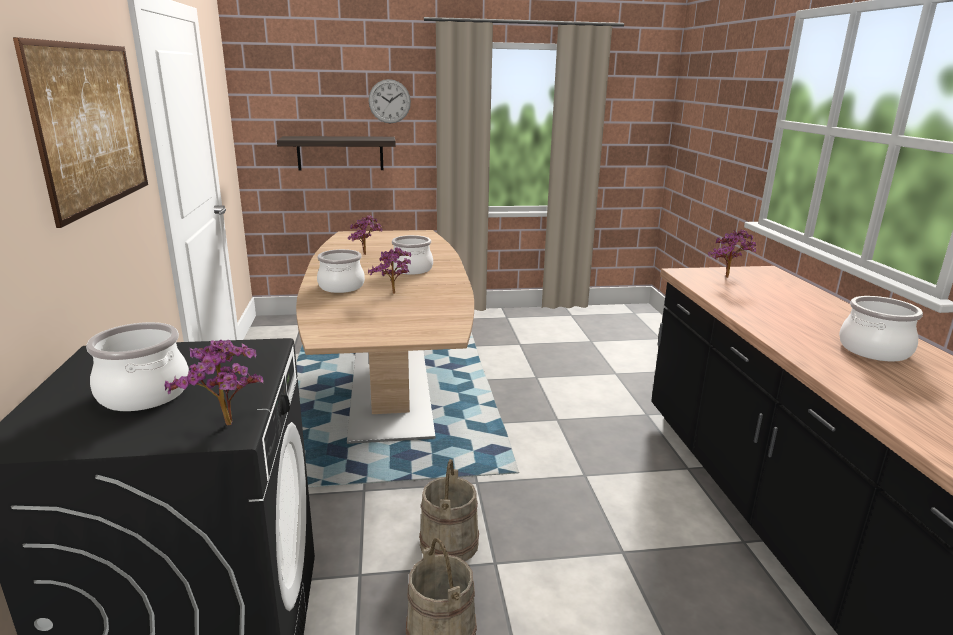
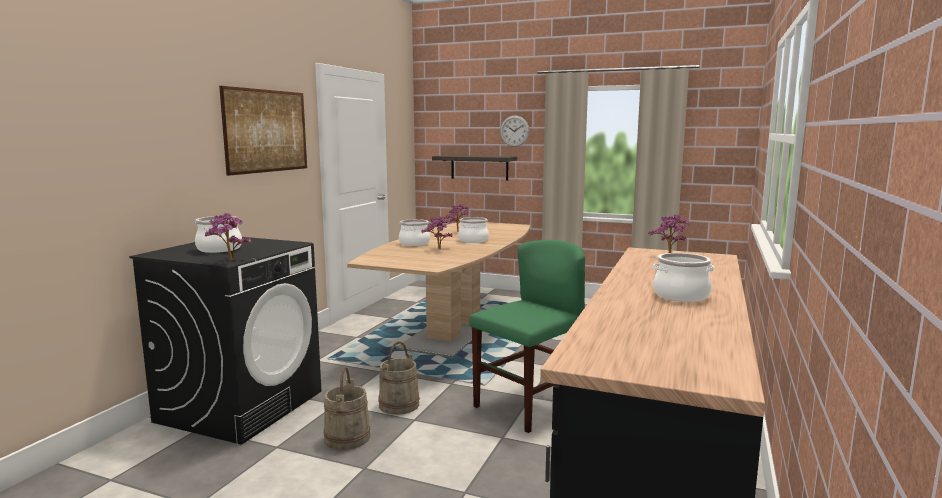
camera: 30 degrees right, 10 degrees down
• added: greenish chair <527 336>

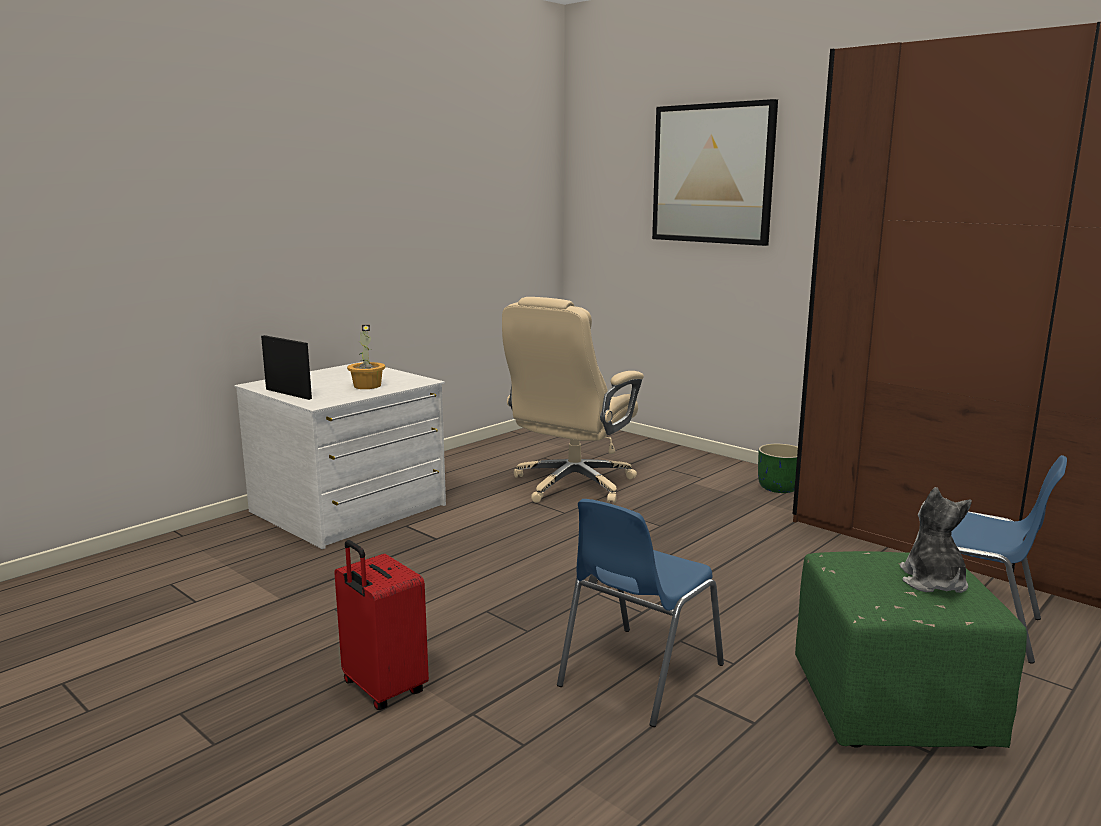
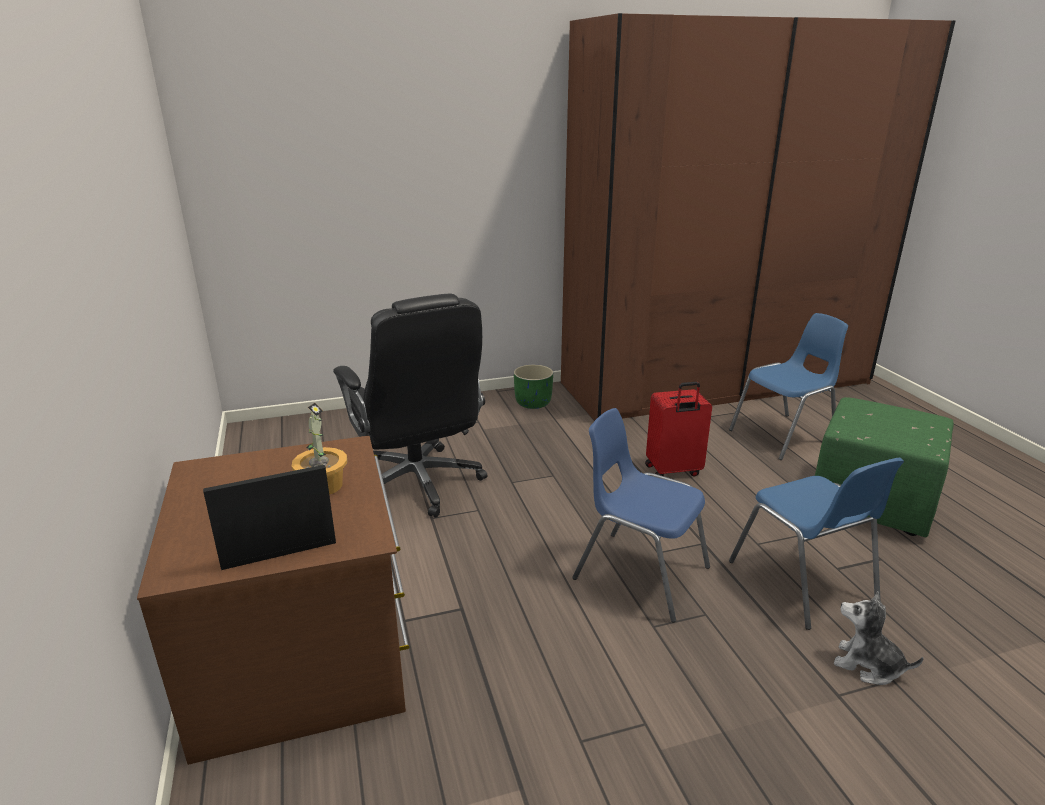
camera: 60 degrees left, 10 degrees up
• recoloured: white dresser <340 455> to brown dresser <273 600>
• moved: red piece of luggage <381 625> to <678 429>
• recoloured: beige-coloured computer chair <573 400> to black computer chair <410 406>
• removed: picture <715 172>
• moved: soft toy <936 540> to <879 638>
• added: blue chair <641 515>

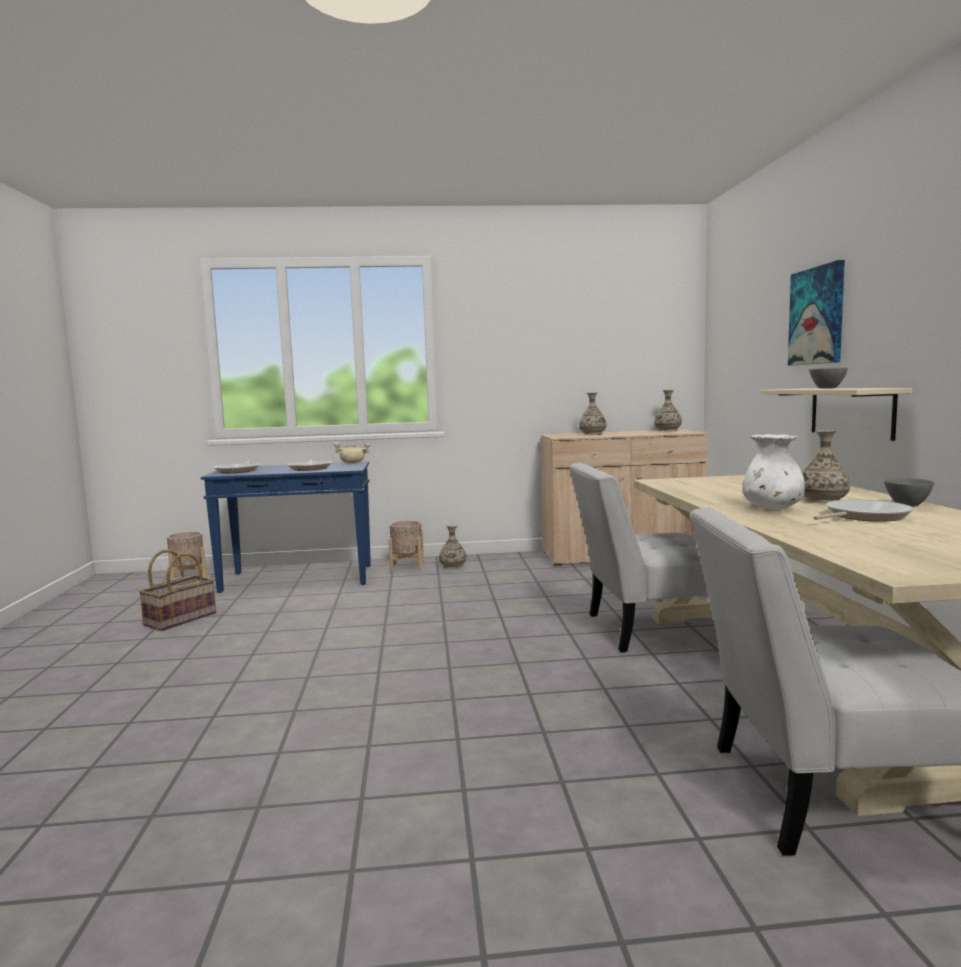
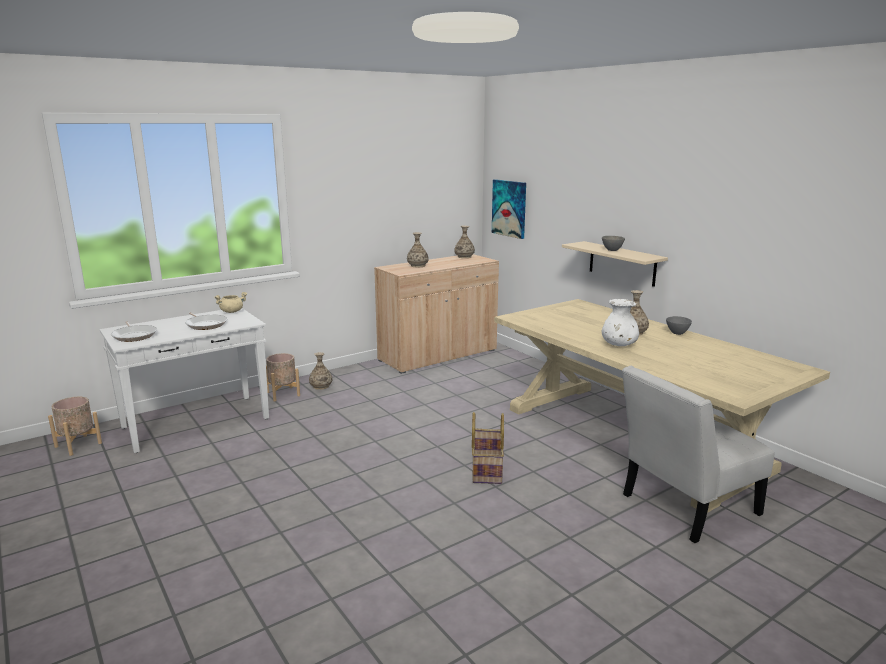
camera: 30 degrees left, 10 degrees up
• moved: basket <177 590> to <488 448>
• recoloured: blue hall table <286 527> to white hall table <184 380>
• removed: white chair <638 557>
• moved: picture <816 313> to <509 209>
• removed: skillet <863 511>

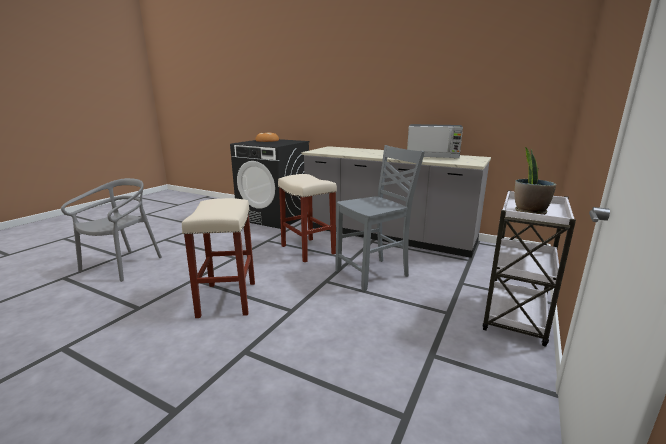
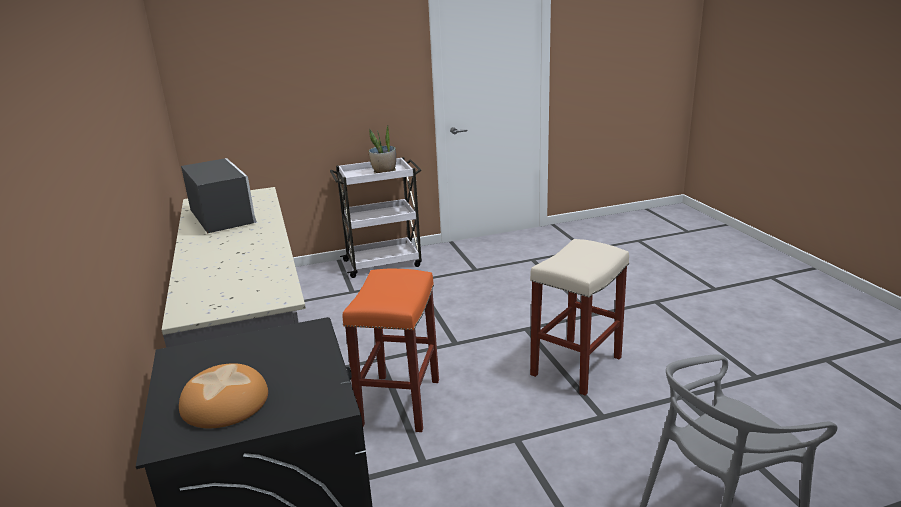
camera: 135 degrees left, 5 degrees up
• recoloured: beige-coloured stool seat <307 218> to orange-coloured stool seat <391 350>
• removed: grey chair <380 218>

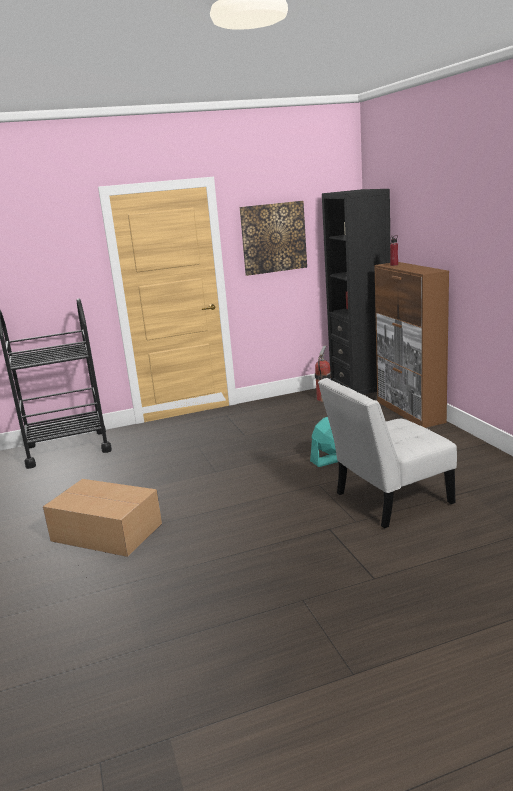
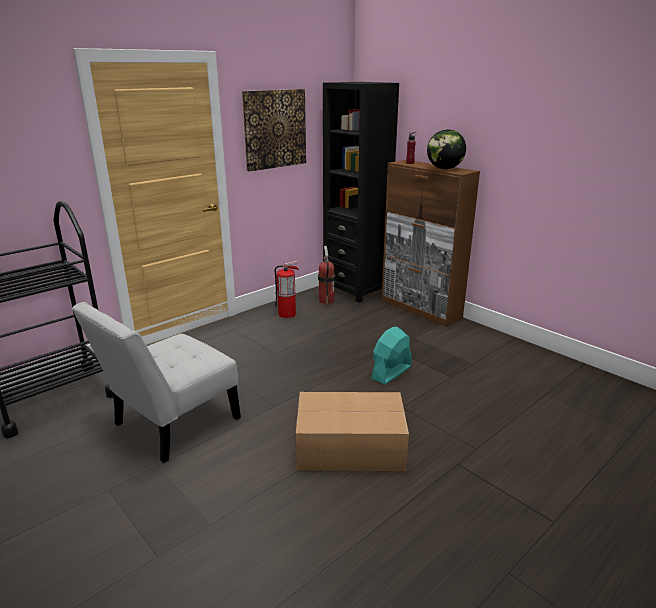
camera: 25 degrees left, 5 degrees up
• moved: packing box <102 518> to <352 431>
• moved: white chair <387 453> to <156 382>
• added: extinguisher <287 289>
• added: desk globe <446 149>

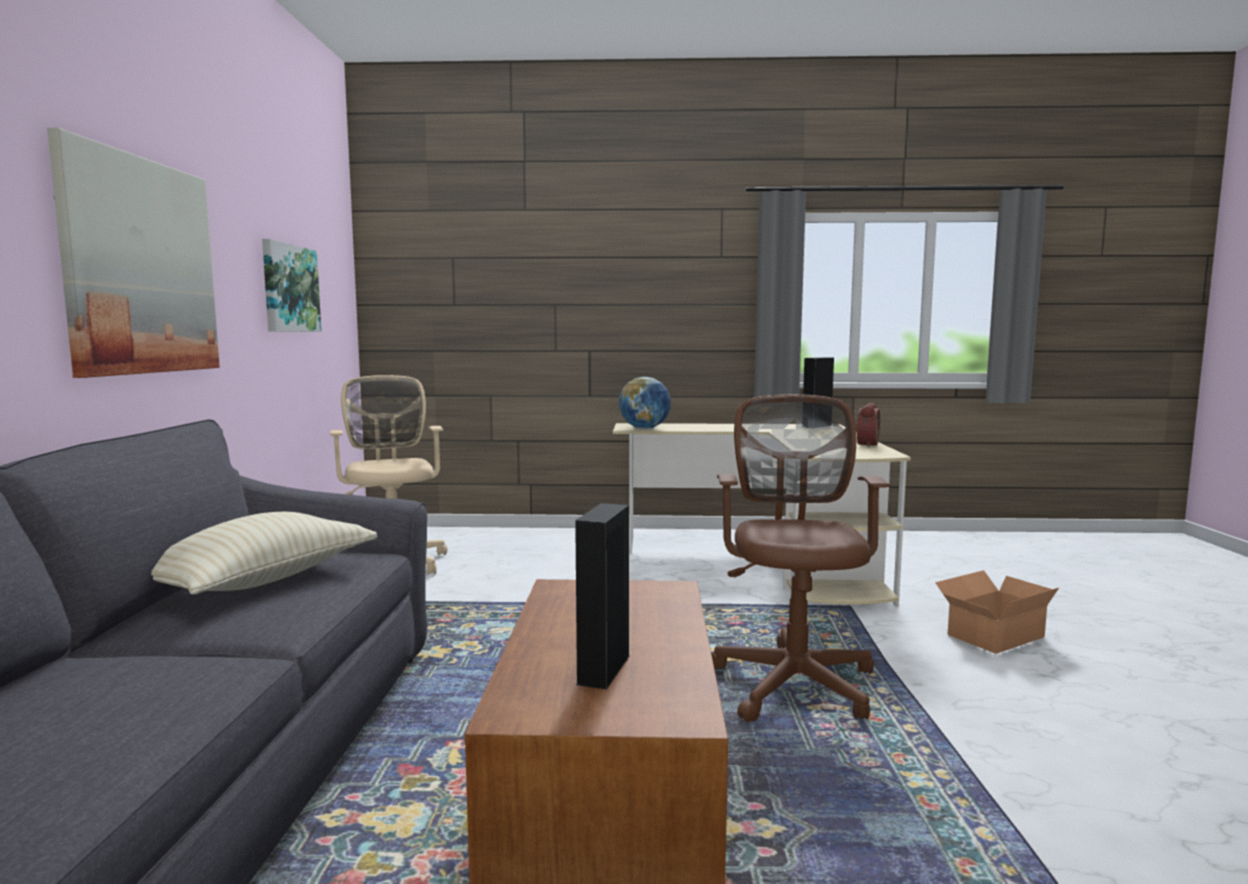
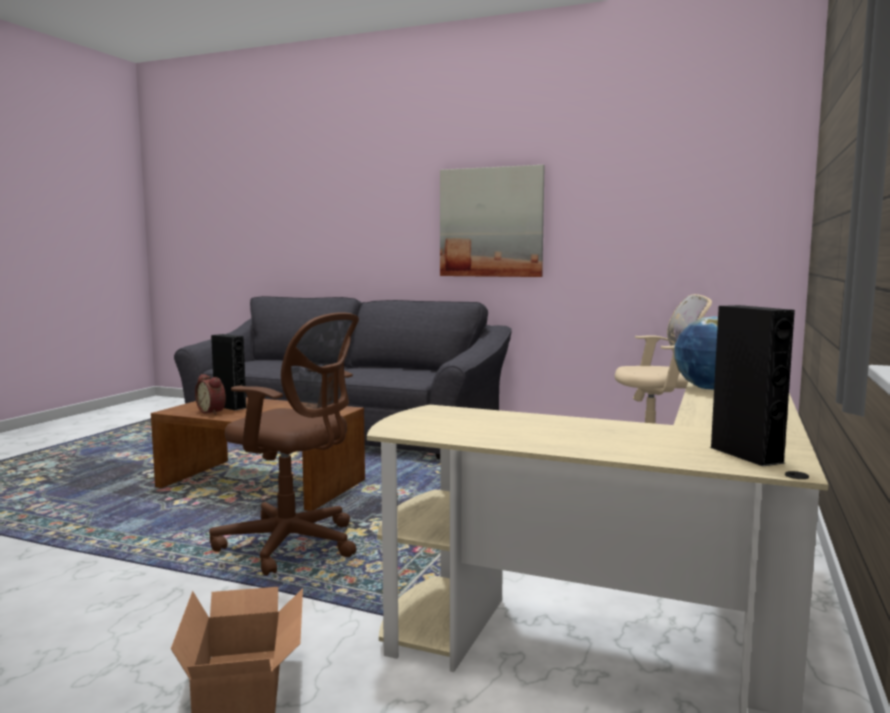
camera: 110 degrees right, 0 degrees up
• removed: beige-coloured throw pillow <264 553>
• removed: picture <291 285>
• moved: table clock <867 425> to <210 394>

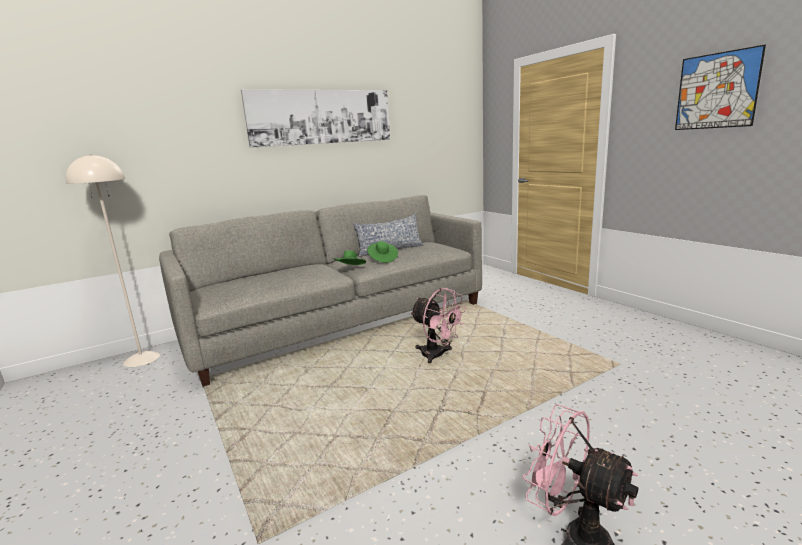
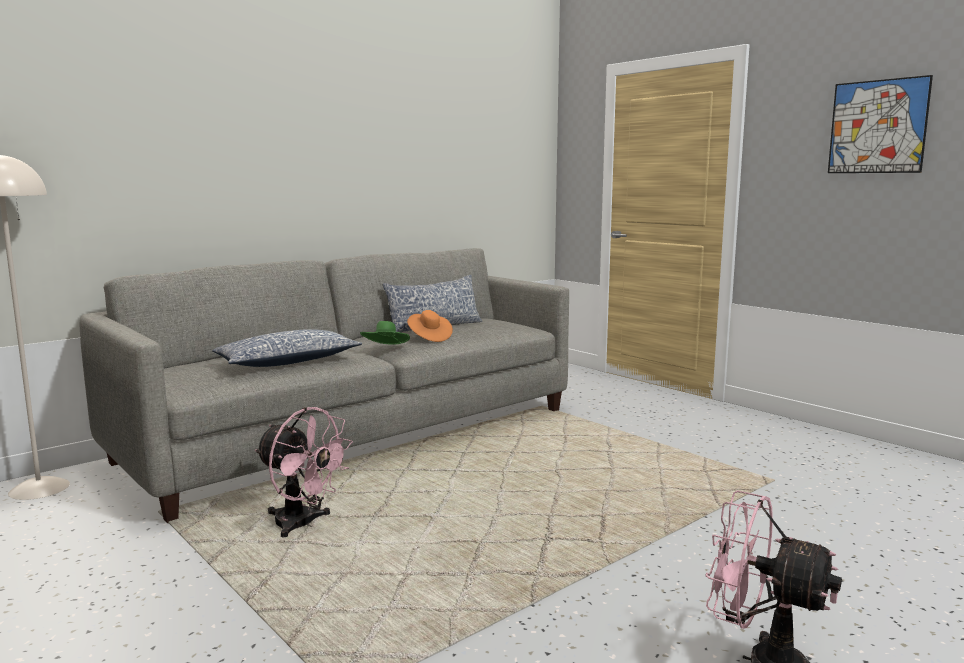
camera: 10 degrees left, 5 degrees down
• removed: picture <315 118>
• recoloured: greenish wearable hat <382 252> to orange-coloured wearable hat <430 326>
• moved: pinkish cooling fan <438 325> to <304 472>
• added: throw pillow <287 348>

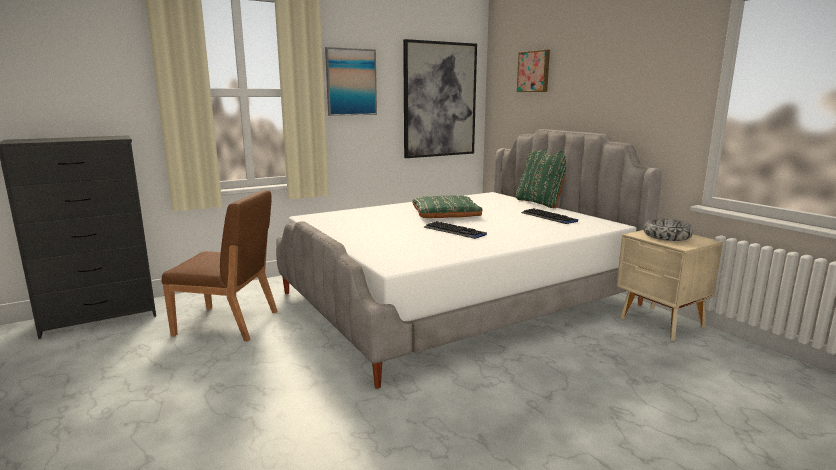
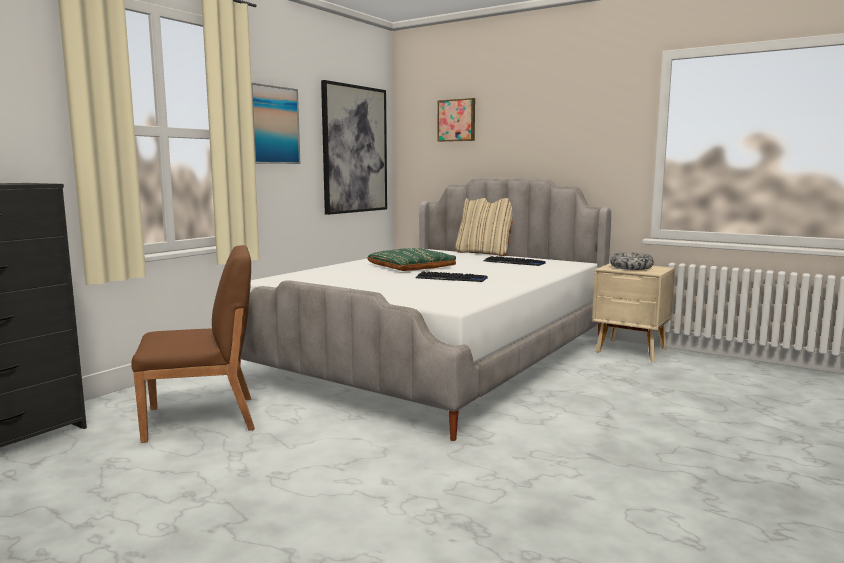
camera: 25 degrees left, 5 degrees down
• recoloured: greenish throw pillow <541 178> to beige-coloured throw pillow <484 227>

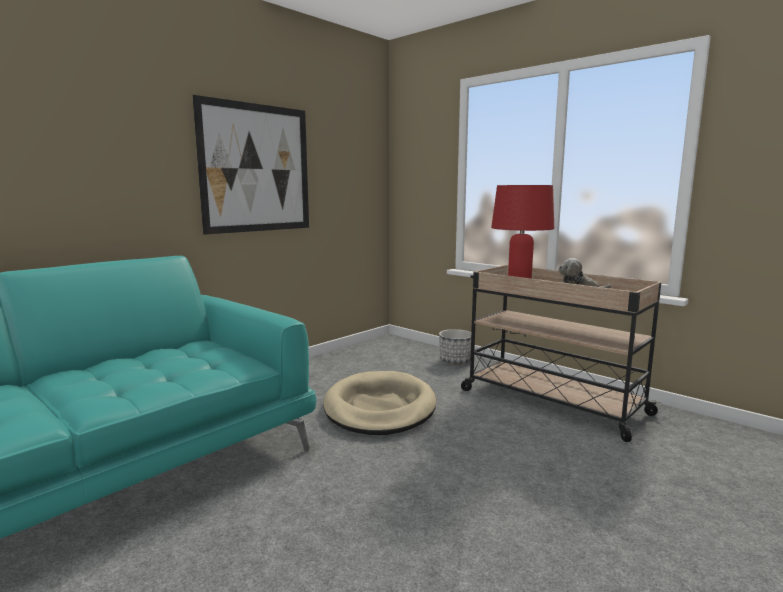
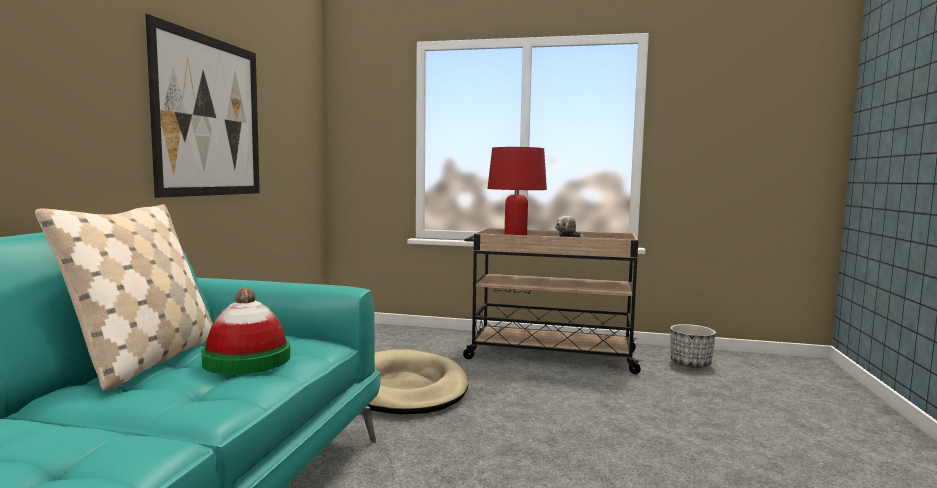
camera: 30 degrees left, 5 degrees down
• moved: plant pot <455 347> to <693 346>
• added: beige-coloured throw pillow <124 297>
• added: wearable hat <245 331>

